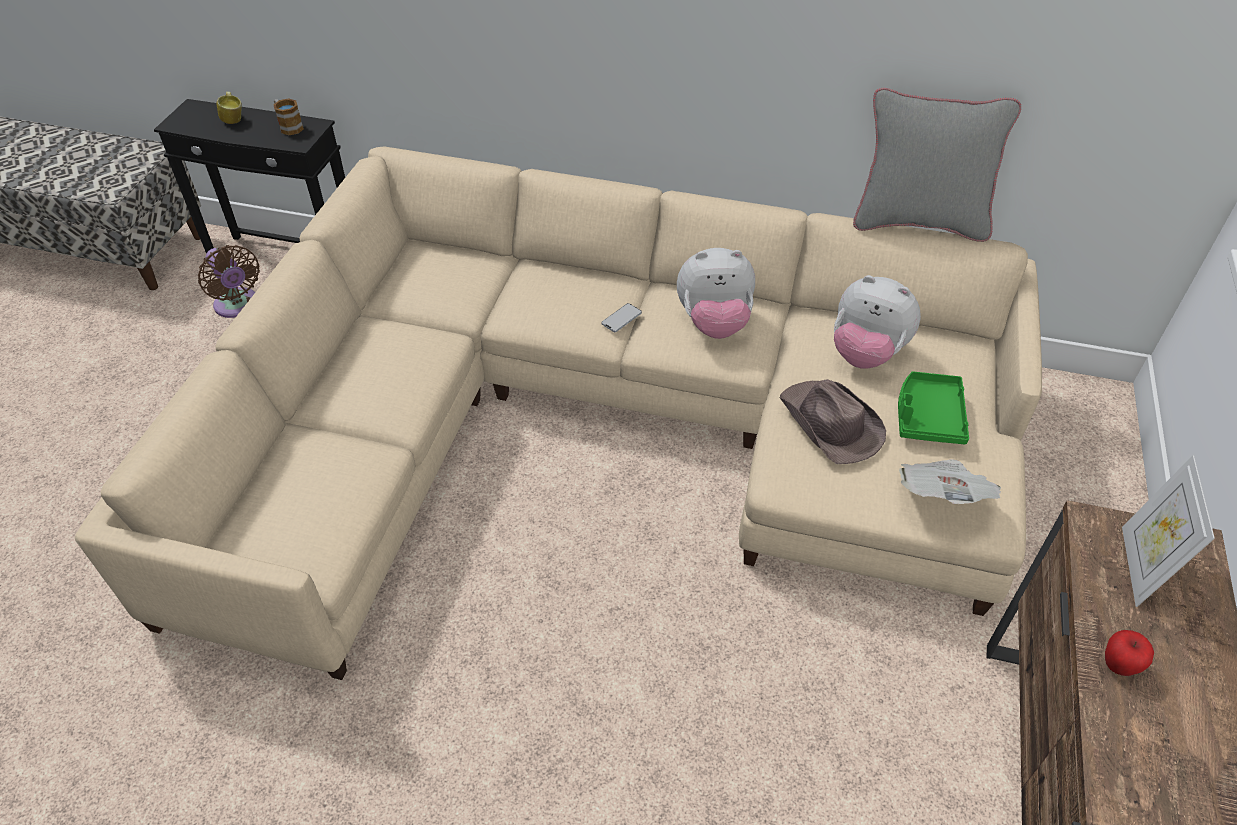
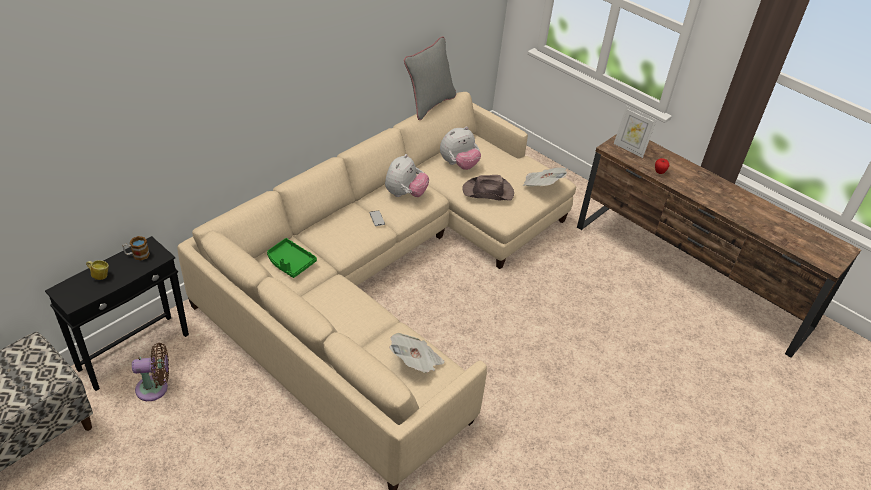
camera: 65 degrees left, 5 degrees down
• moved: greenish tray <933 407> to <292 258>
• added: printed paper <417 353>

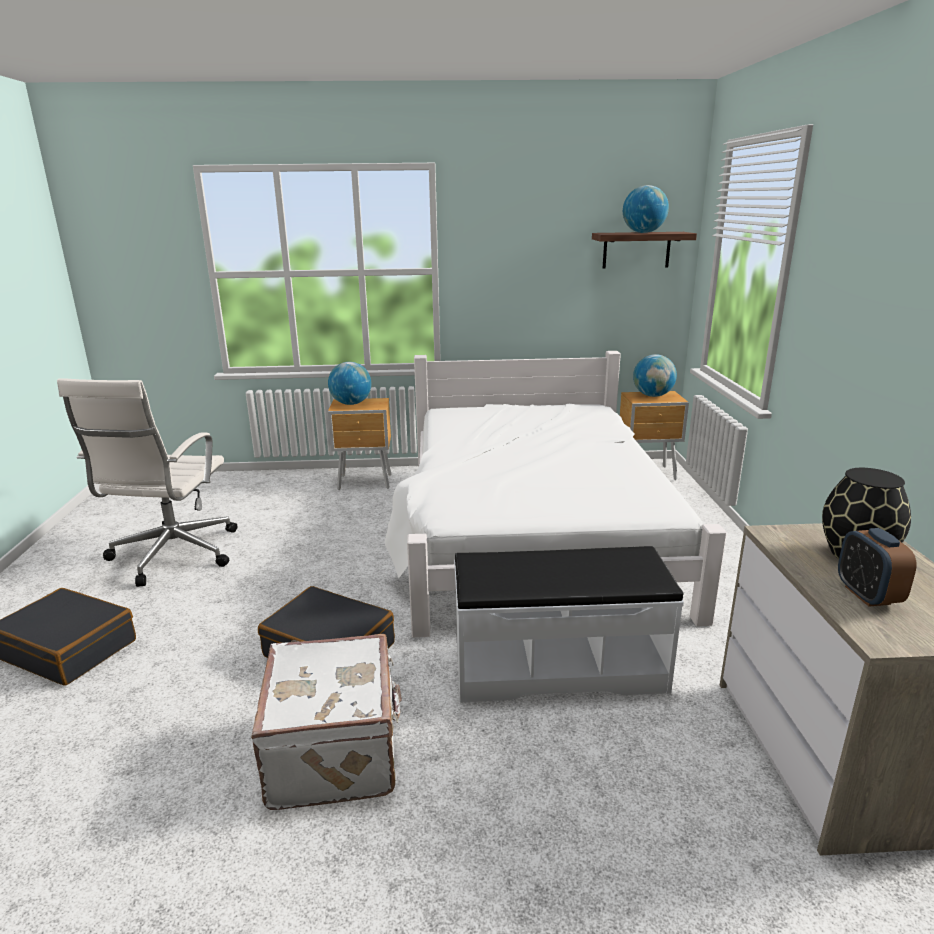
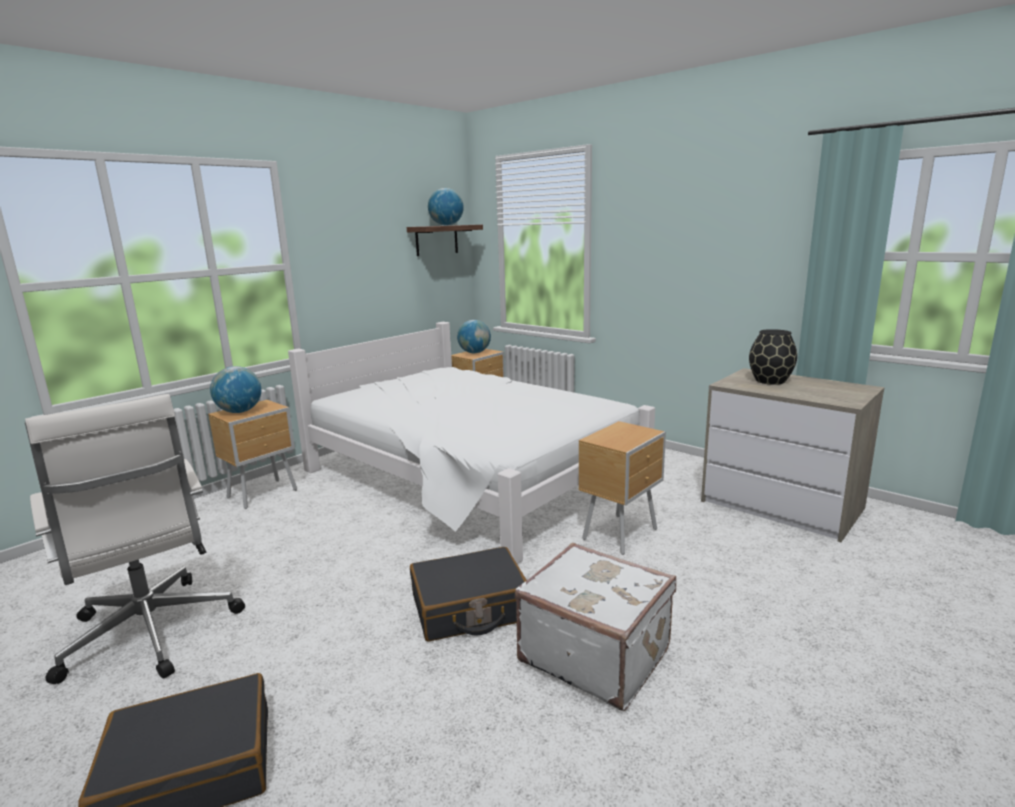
camera: 45 degrees left, 5 degrees down
• replaced: white long seat <569 624> to brown night table <622 488>
• removed: table clock <877 567>

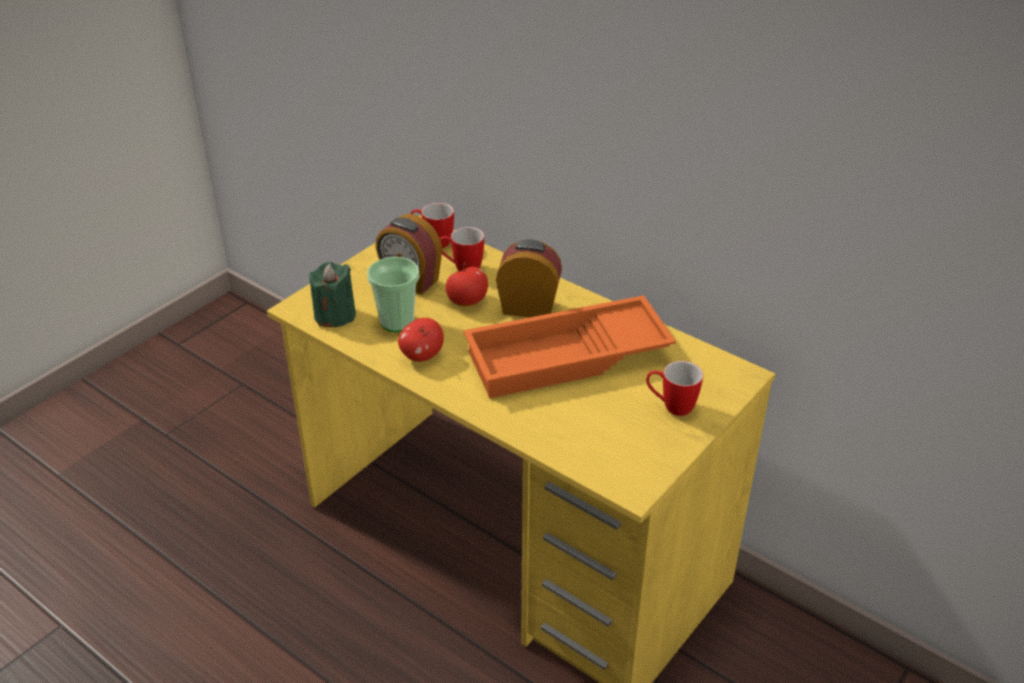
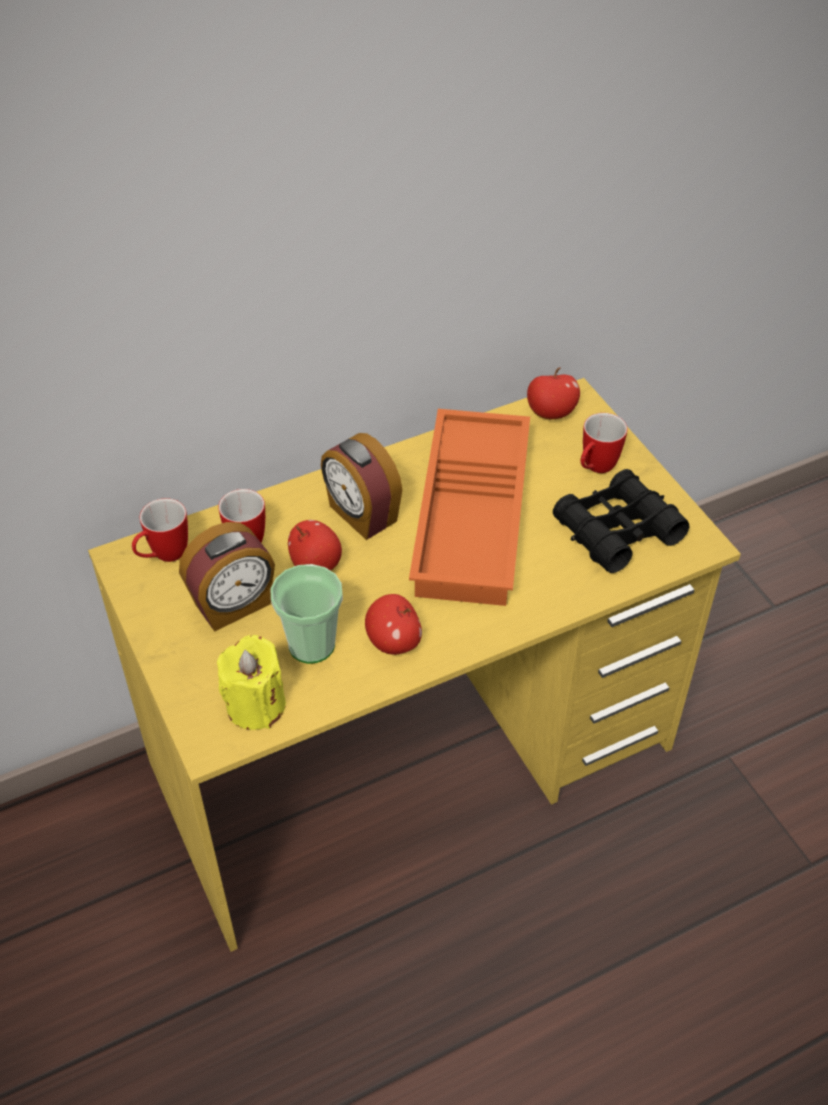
camera: 65 degrees left, 10 degrees up
• recoloured: greenish wax candle <332 294> to yellow wax candle <251 682>
• turned: table clock <529 278> = <361 486> 75 degrees counterclockwise
• added: apple <553 393>
• added: black pair of binoculars <621 521>

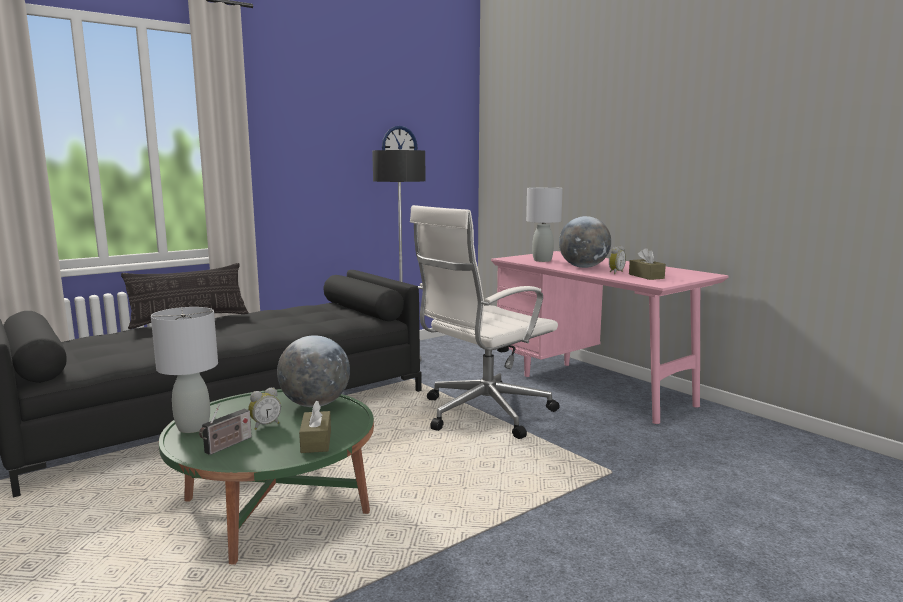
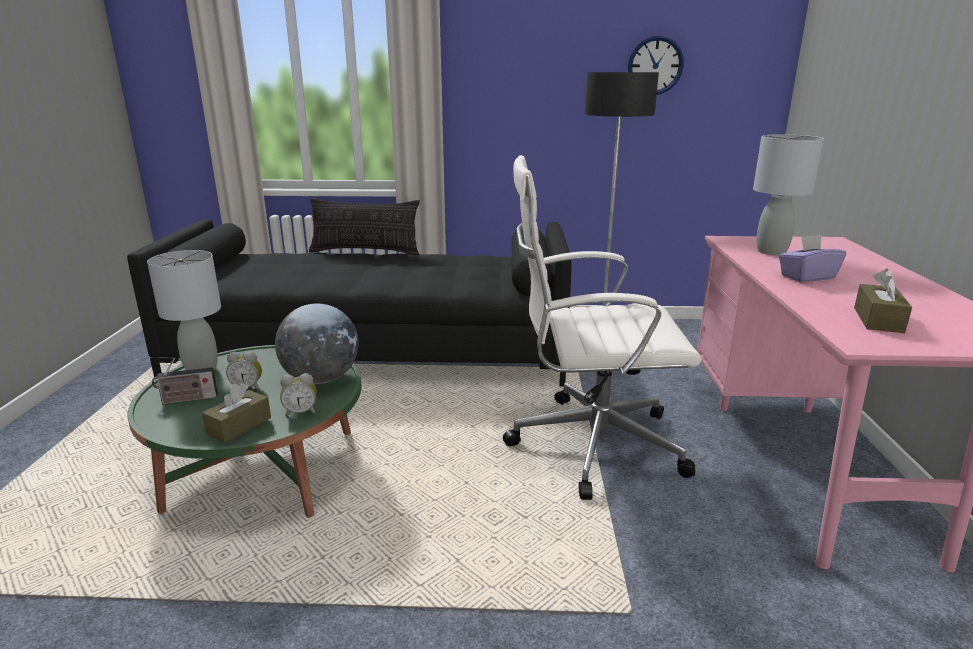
camera: 40 degrees right, 10 degrees up
• replaced: desk globe <585 242> to purplish tissue box <812 259>
• moved: table clock <617 260> to <298 395>

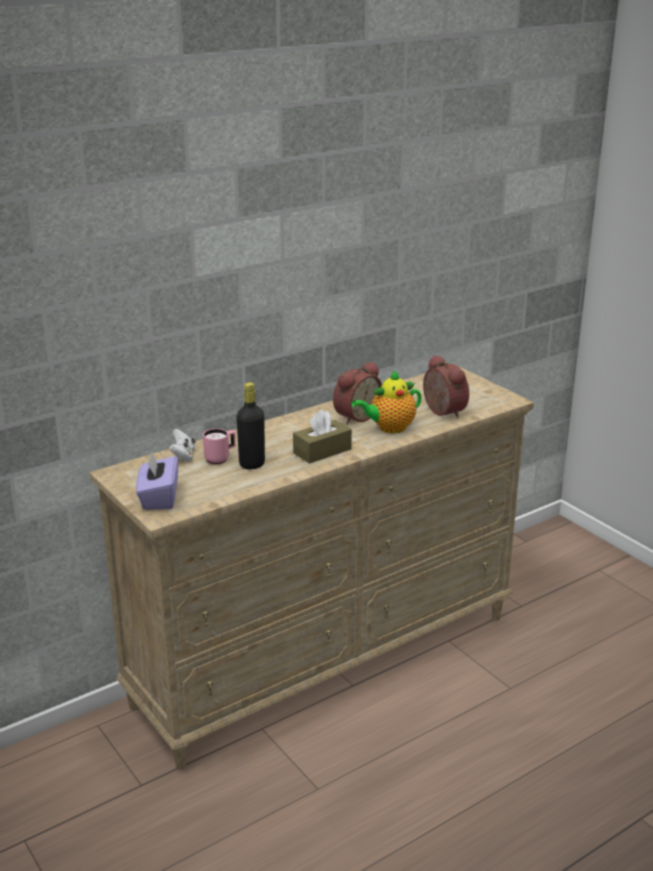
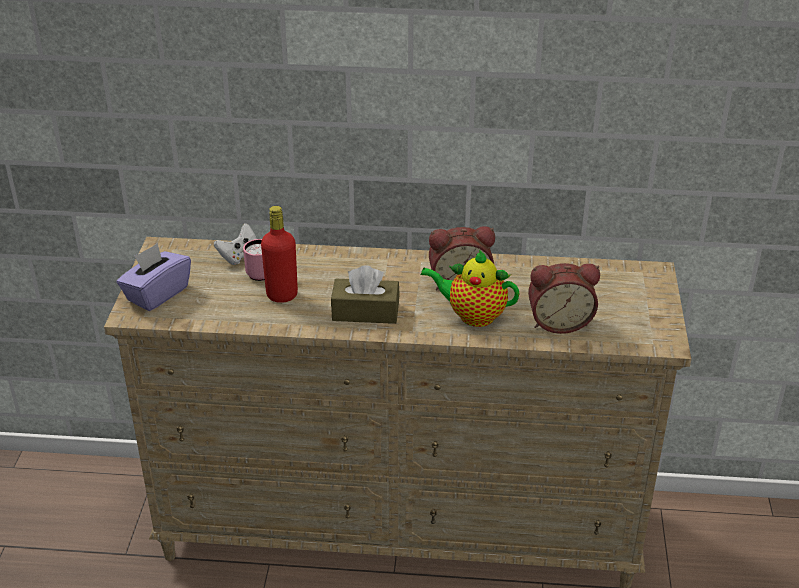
camera: 40 degrees right, 10 degrees up
• recoloured: black drink bottle <250 425> to red drink bottle <279 254>
• turned: table clock <446 386> = <564 298> 75 degrees clockwise

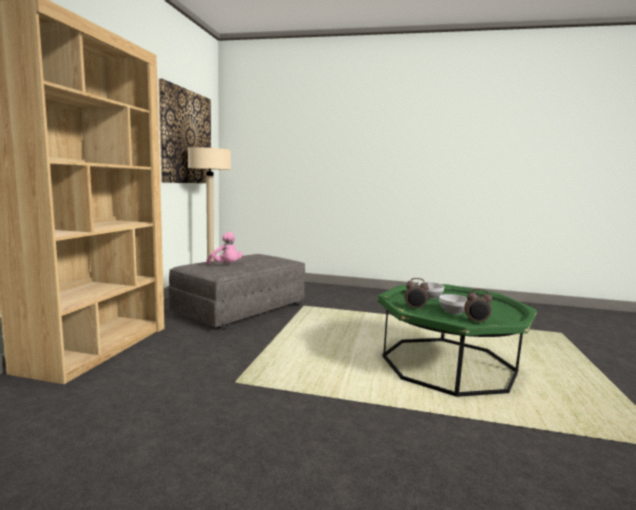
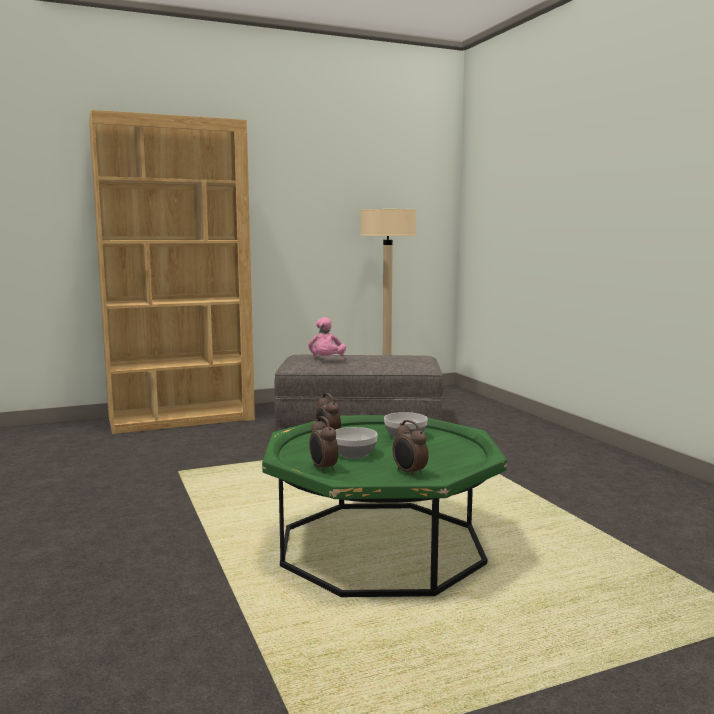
camera: 55 degrees right, 0 degrees up
• removed: picture <184 131>
• added: table clock <411 448>

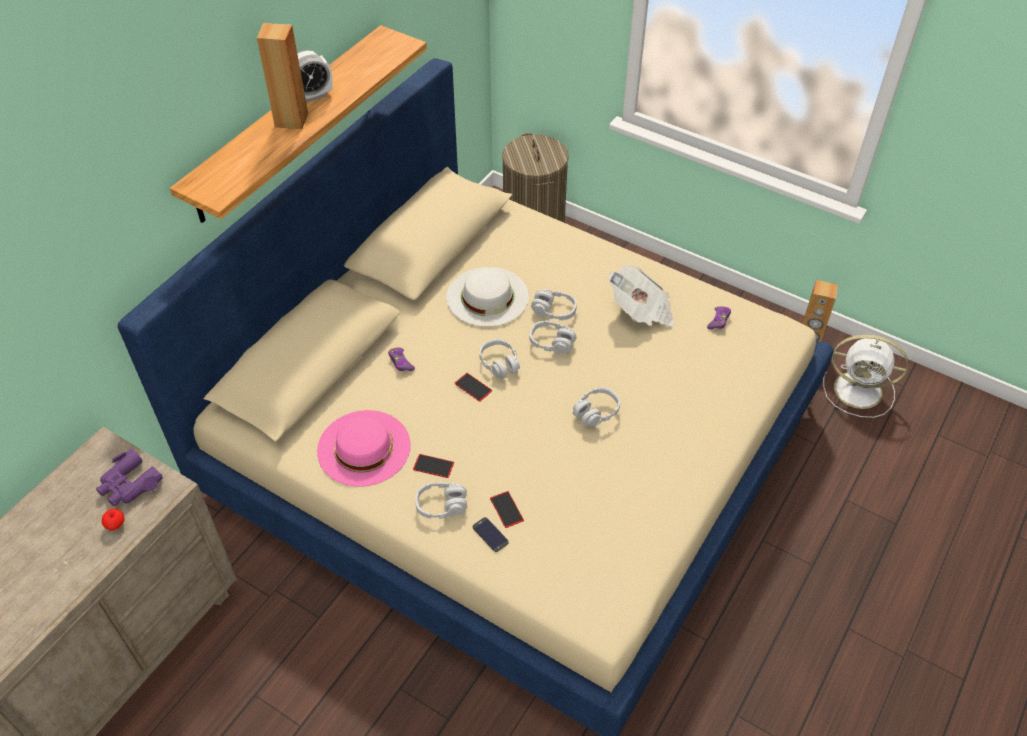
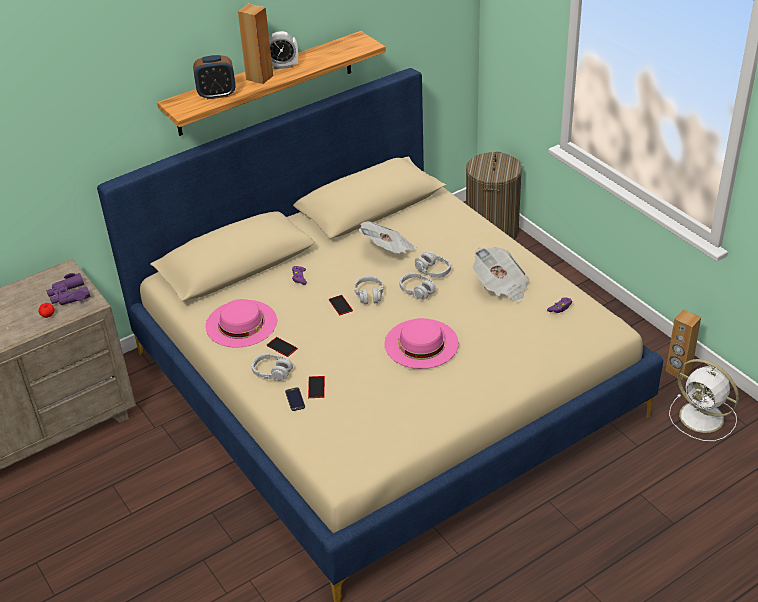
camera: 25 degrees right, 10 degrees down
• replaced: white wearable hat <487 297> to printed paper <388 237>
• replaced: grey pair of headphones <596 407> to pinkish wearable hat <422 343>
• added: table clock <214 77>

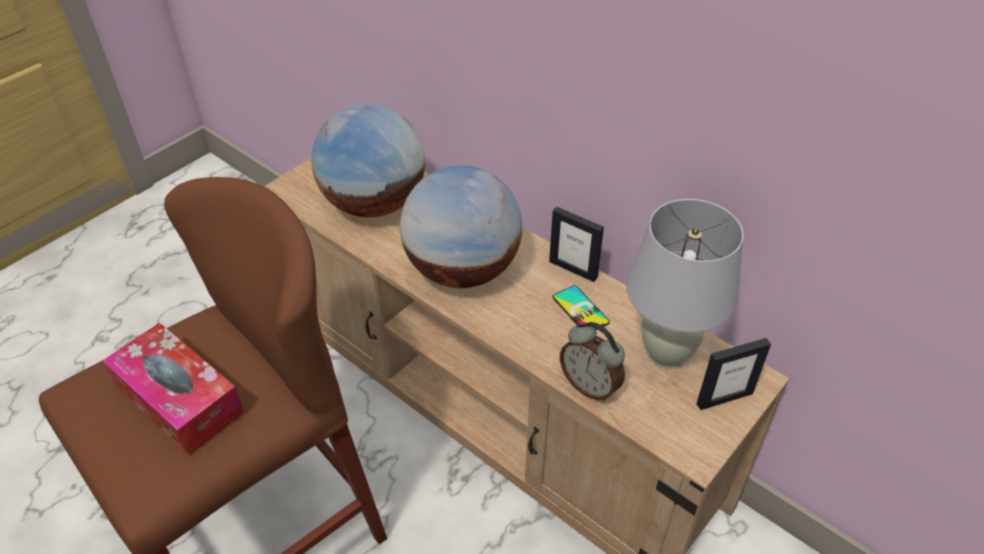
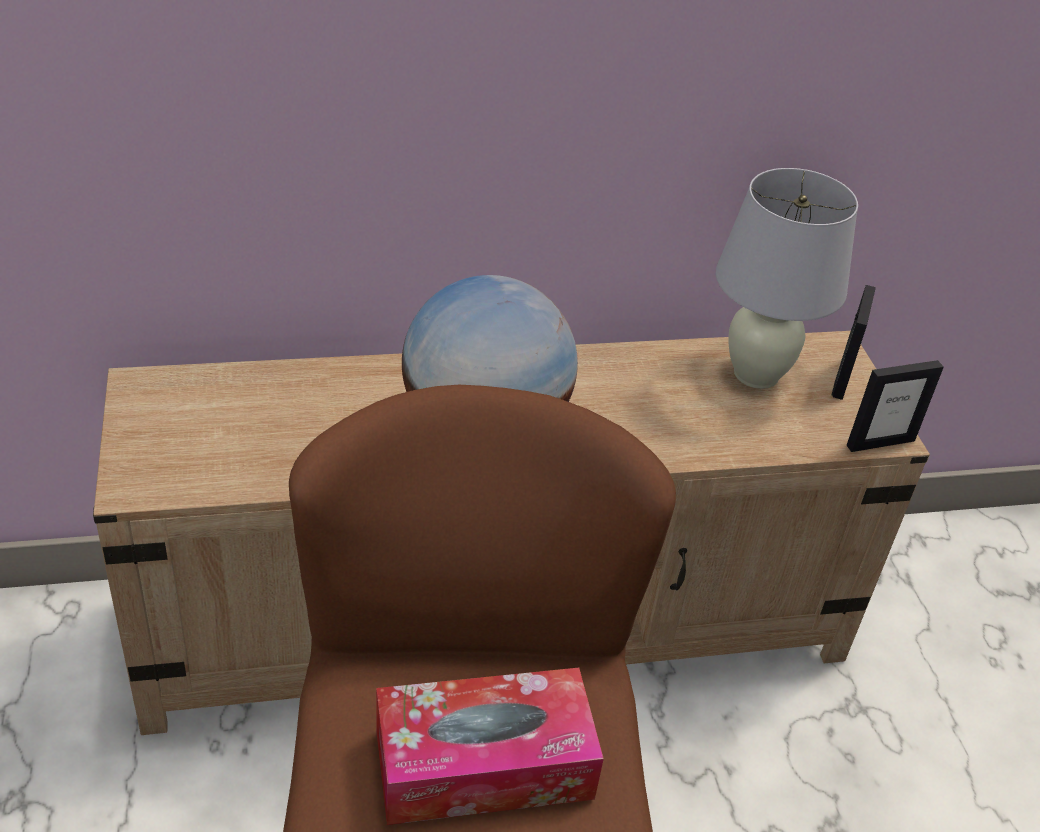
camera: 55 degrees left, 5 degrees down
• removed: desk globe <368 160>
• moved: picture frame <576 244> to <895 406>
• removed: phone <581 307>
• removed: table clock <592 361>

